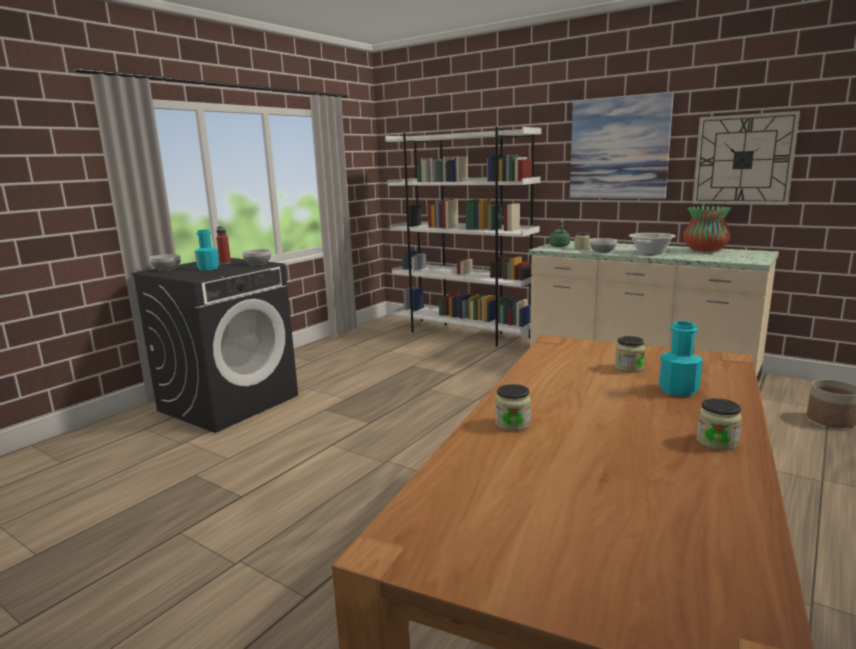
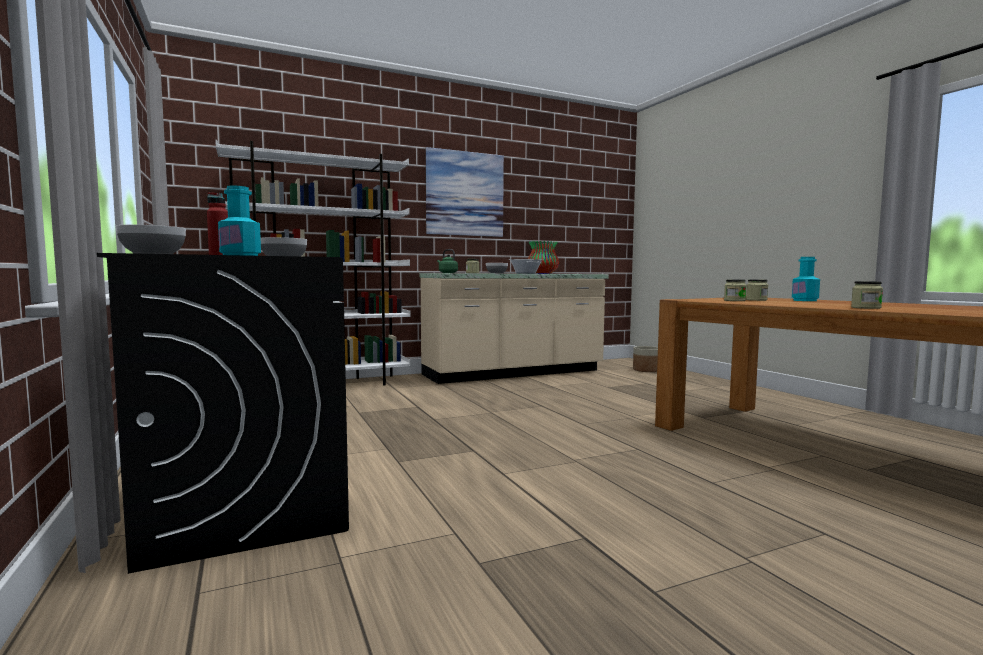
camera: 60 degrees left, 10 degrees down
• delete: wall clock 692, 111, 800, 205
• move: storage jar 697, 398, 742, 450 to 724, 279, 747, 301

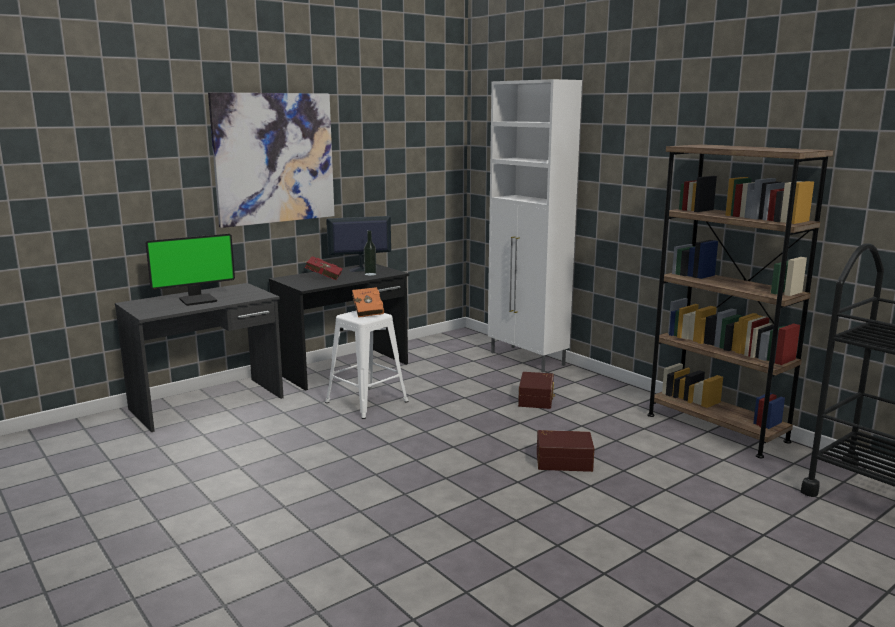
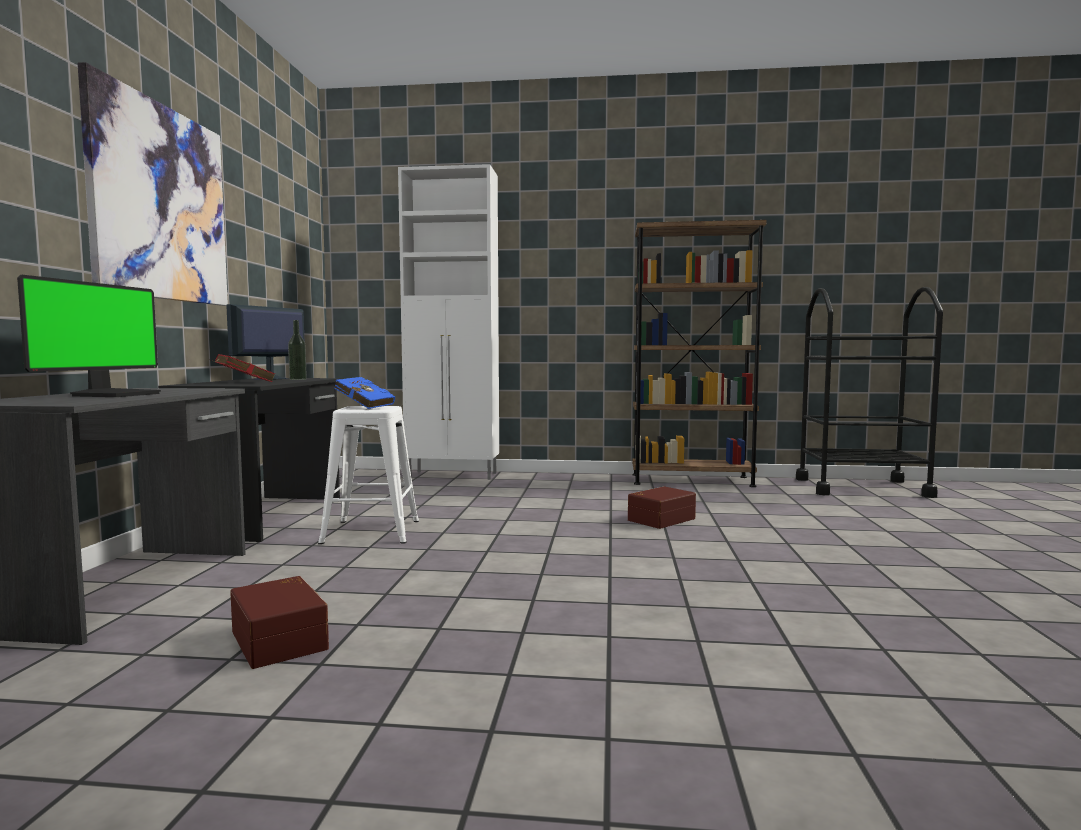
camera: 45 degrees left, 10 degrees down
• recolor: orange volume 352, 287, 384, 317 to blue-coloured volume 334, 377, 395, 409
• move: brownish storage bin 518, 372, 555, 409 to 230, 576, 329, 669

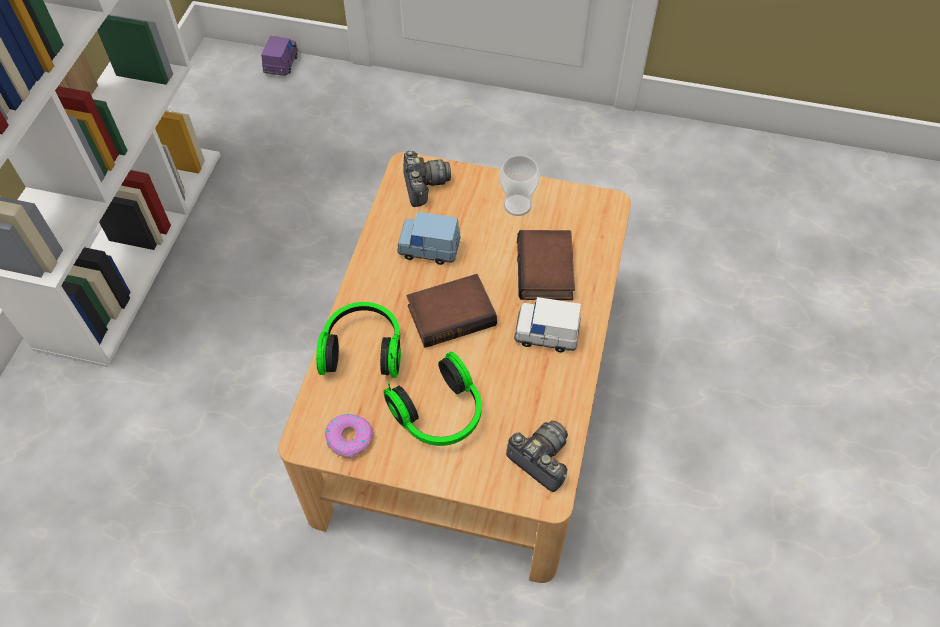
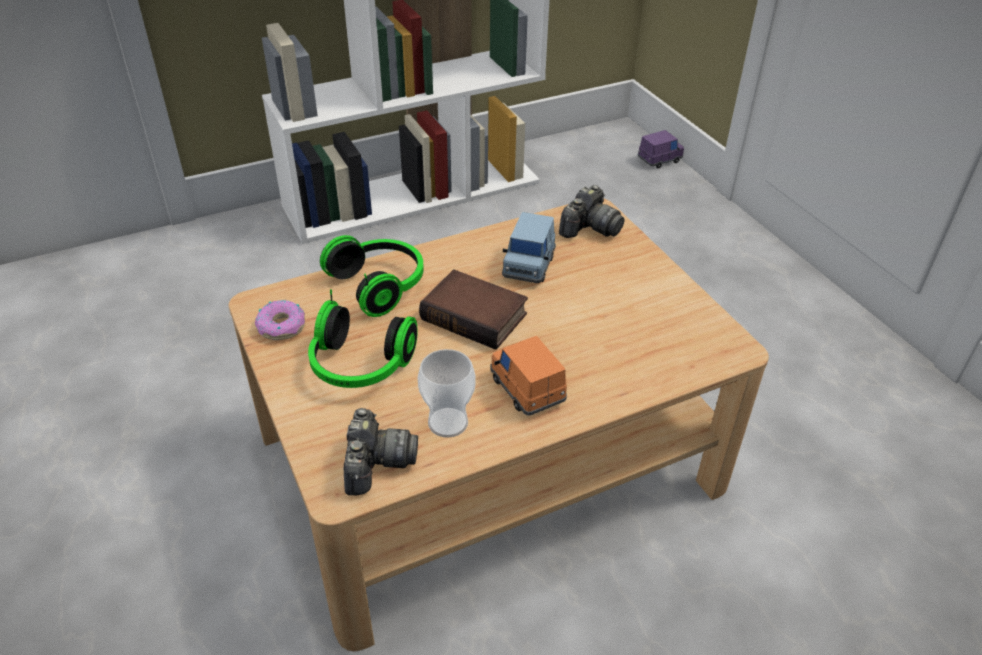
camera: 50 degrees right, 15 degrees down
• move: small cup 500, 155, 540, 216 to 418, 349, 476, 438
• rotate: blue-coloured toy car 397, 212, 460, 265 = 502, 212, 556, 283 135 degrees counterclockwise
• delete: volume 517, 230, 575, 300
• recolor: white toy car 514, 297, 581, 352 to orange toy car 490, 336, 567, 415

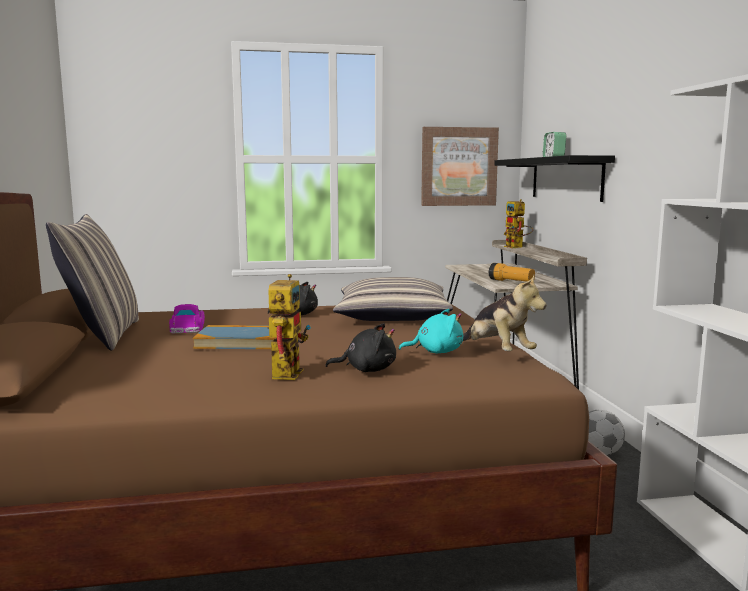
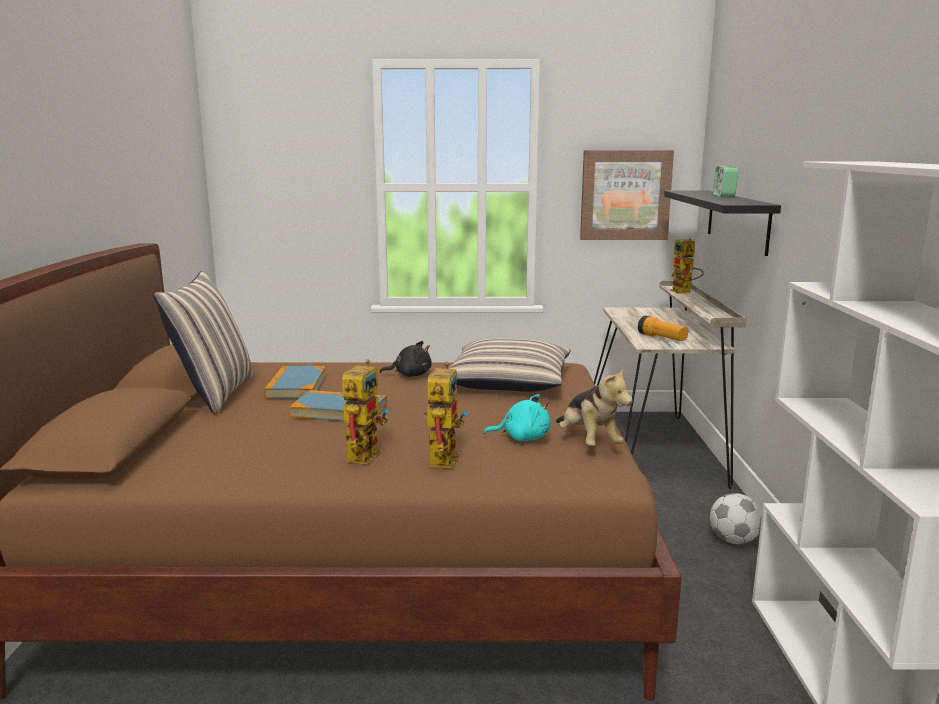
camera: 10 degrees right, 5 degrees up
• replace: toy car 169, 304, 205, 333 to volume 264, 366, 326, 399
• replace: black cuddly toy 325, 323, 396, 372 to toy robot 424, 362, 467, 469

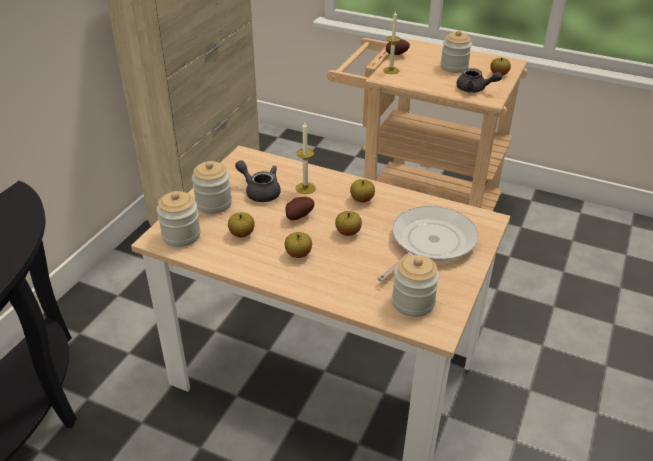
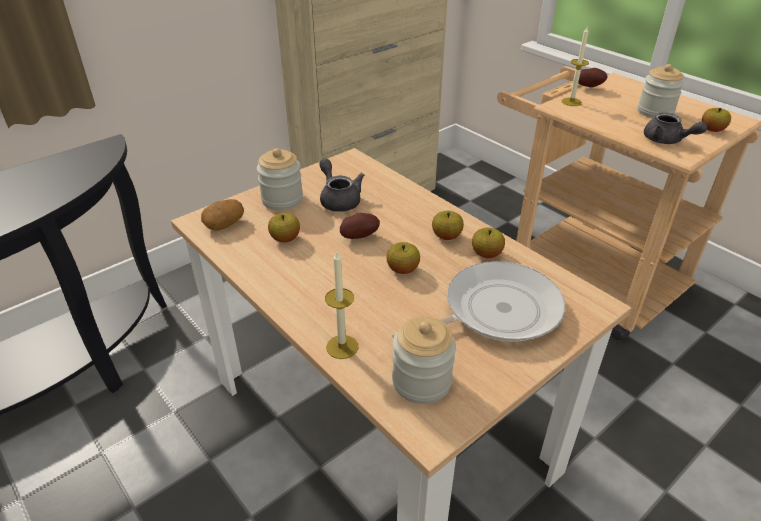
camera: 25 degrees right, 0 degrees up
• move: candle 296, 122, 316, 194 to 325, 252, 359, 359
• replace: storage jar 157, 191, 201, 247 to spud 201, 199, 244, 231
• move: apple fruit 285, 232, 312, 258 to 472, 228, 505, 258

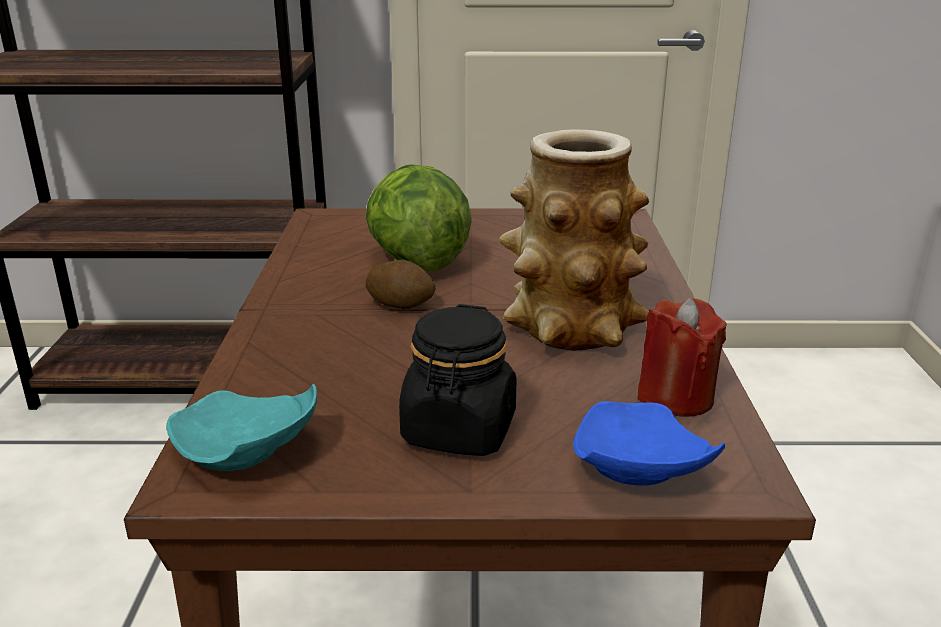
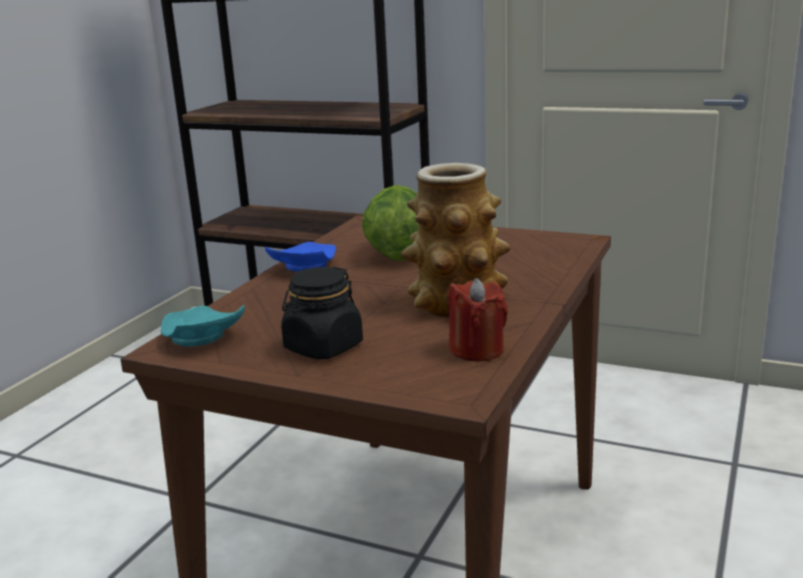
camera: 25 degrees right, 5 degrees down
• delete: spud 366, 260, 436, 309
• move: blue-coloured plate 573, 401, 725, 486 to 265, 242, 336, 272

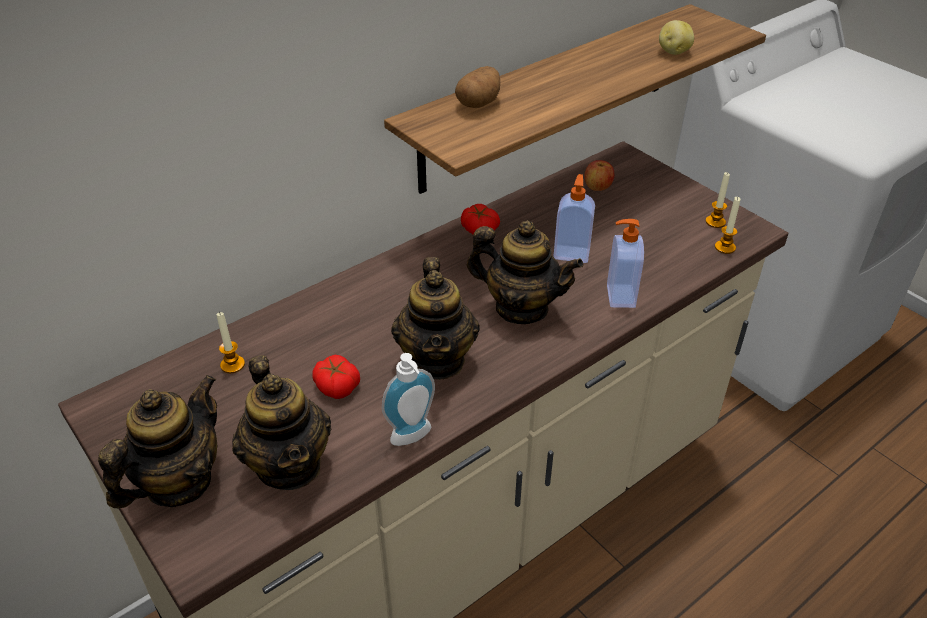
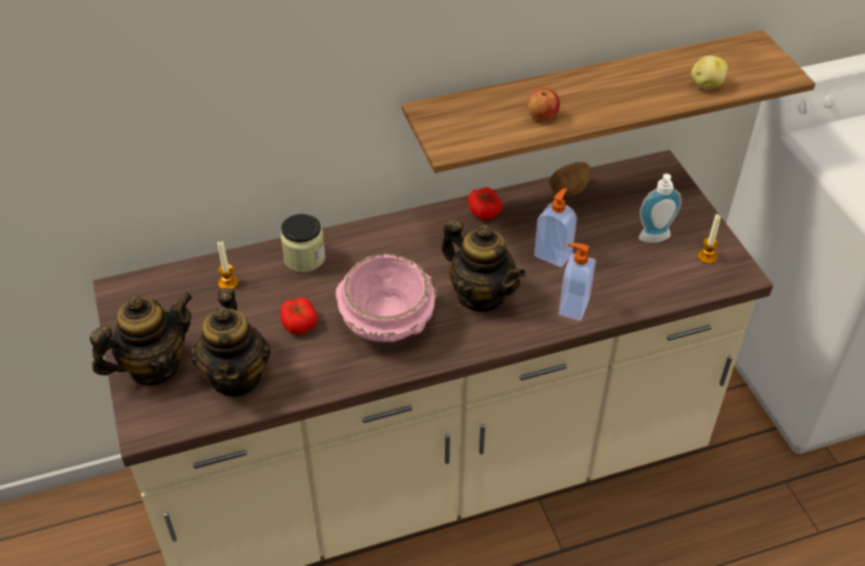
camera: 20 degrees right, 5 degrees up
• move: spud 455, 66, 500, 108 to 549, 162, 591, 197
• move: apple fruit 585, 160, 615, 191 to 527, 88, 560, 121
• delete: candle 715, 197, 740, 254
• replace: tea pot 391, 257, 480, 380 to pink-coloured bowl 336, 254, 437, 342
• move: soap bottle 382, 353, 435, 446 to 639, 174, 682, 243
• insert: storage jar 280, 214, 325, 272

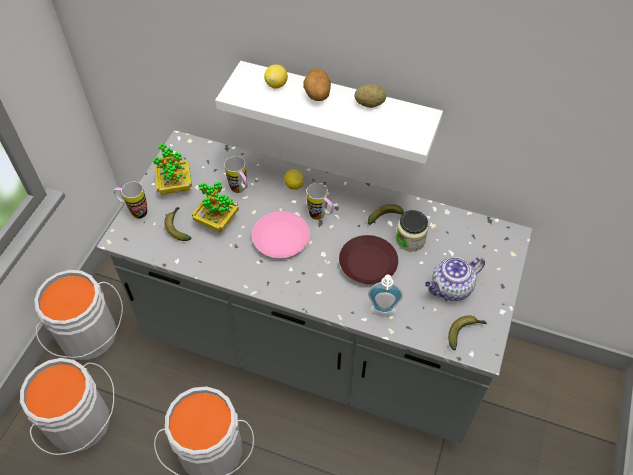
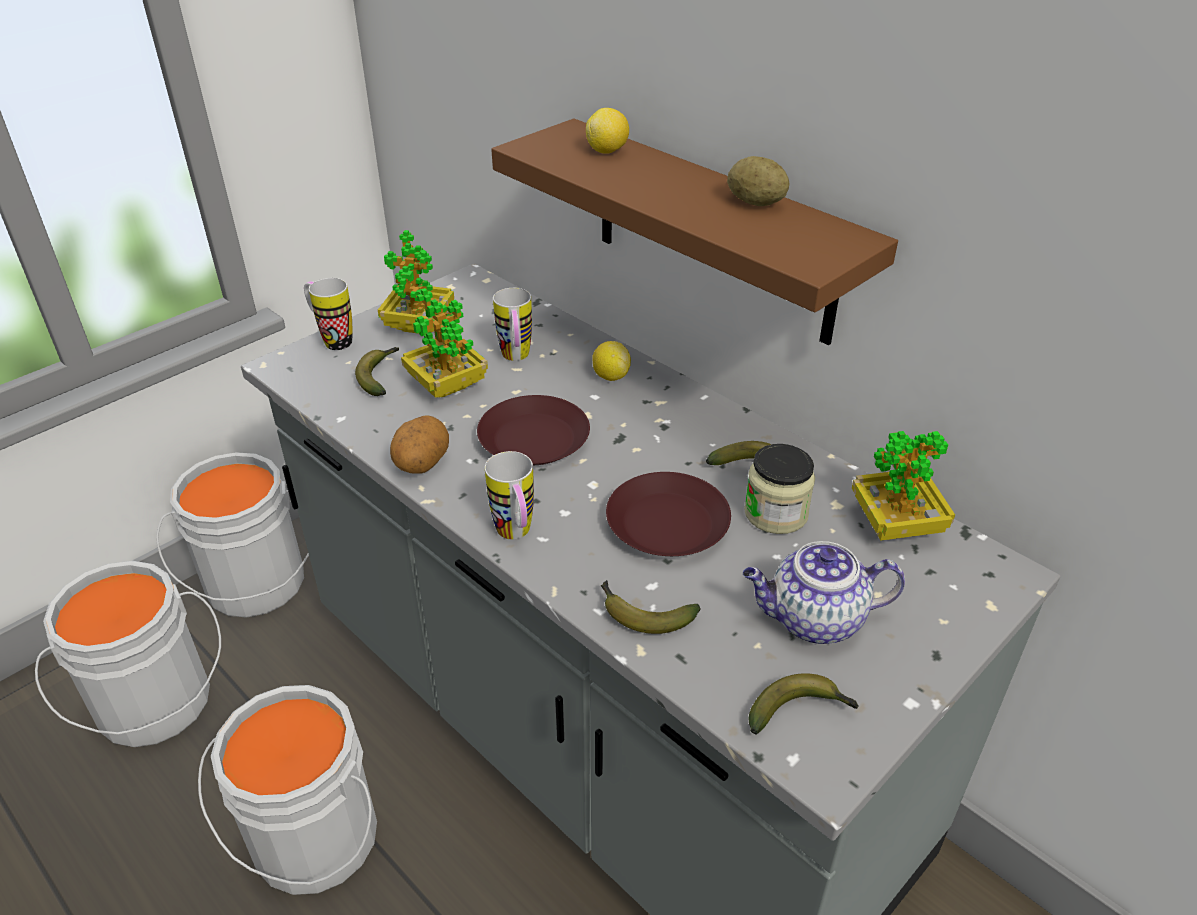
camera: 25 degrees right, 15 degrees down
• recolor: white shelf 215, 61, 443, 164 to brownish shelf 491, 119, 898, 345
• move: spud 303, 68, 331, 101 to 390, 415, 449, 474
• move: mug 307, 183, 333, 220 to 485, 451, 534, 540
• recolor: pink-coloured plate 252, 211, 310, 258 to brownish plate 477, 395, 590, 465
• replace: soap bottle 368, 275, 403, 317 to banana 601, 580, 701, 634
• insert: potted plant 852, 431, 955, 541

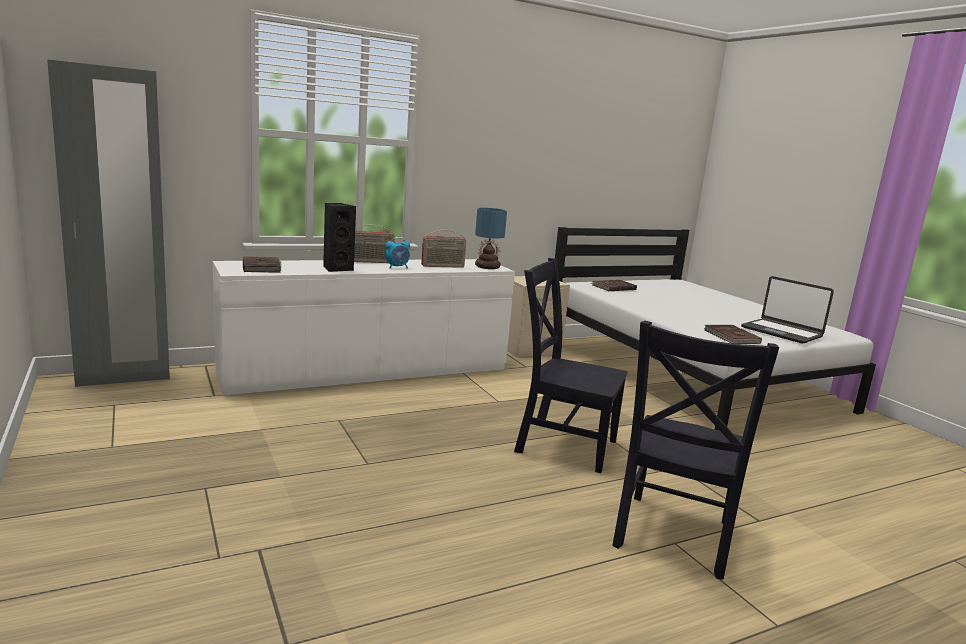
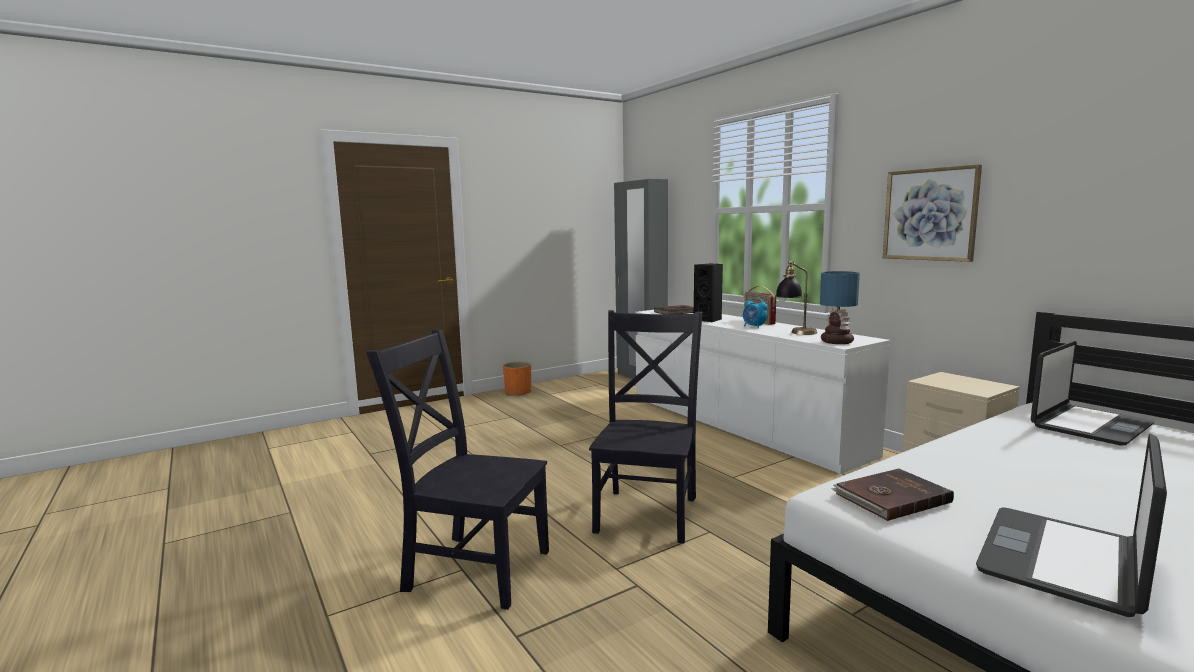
camera: 85 degrees right, 5 degrees down
• replace: radio 421, 230, 466, 268 to table lamp 776, 261, 817, 335
• replace: brownish volume 591, 280, 637, 291 to portable computer 1031, 341, 1154, 446
• insert: wall art 883, 164, 982, 262
• insert: orange planter 503, 362, 531, 396

